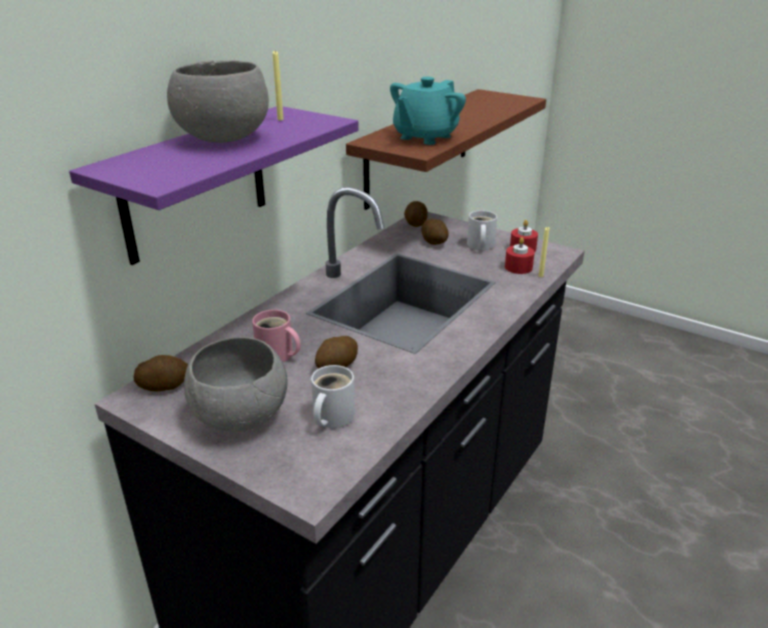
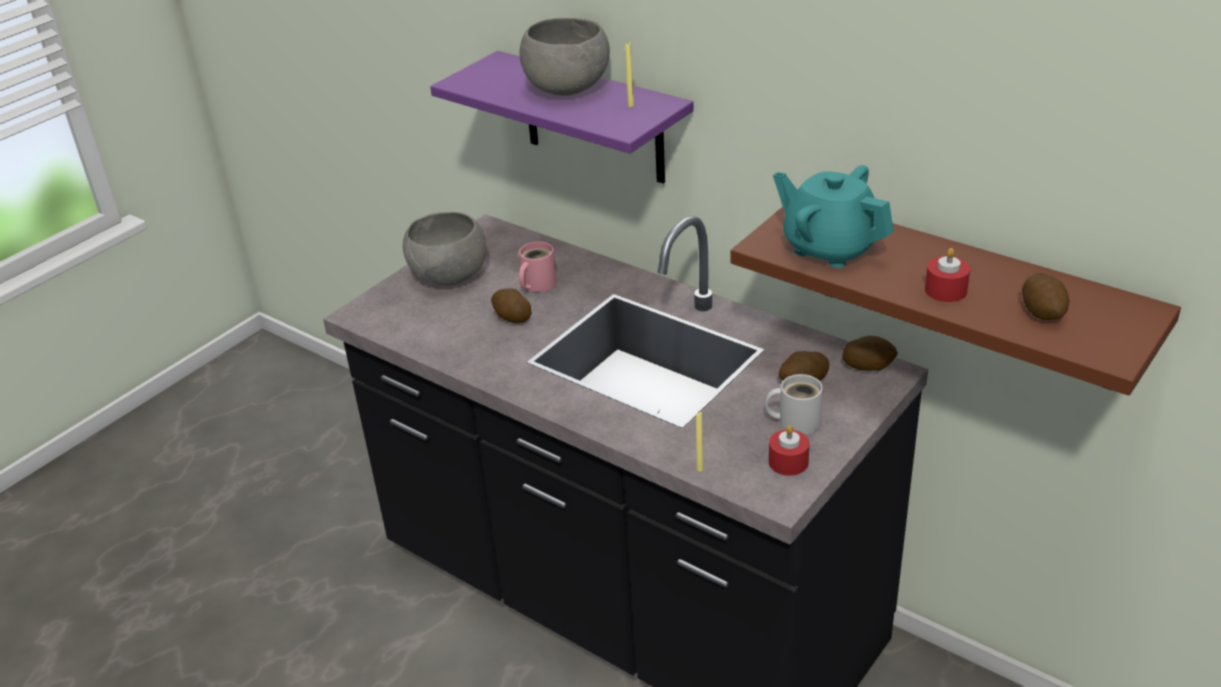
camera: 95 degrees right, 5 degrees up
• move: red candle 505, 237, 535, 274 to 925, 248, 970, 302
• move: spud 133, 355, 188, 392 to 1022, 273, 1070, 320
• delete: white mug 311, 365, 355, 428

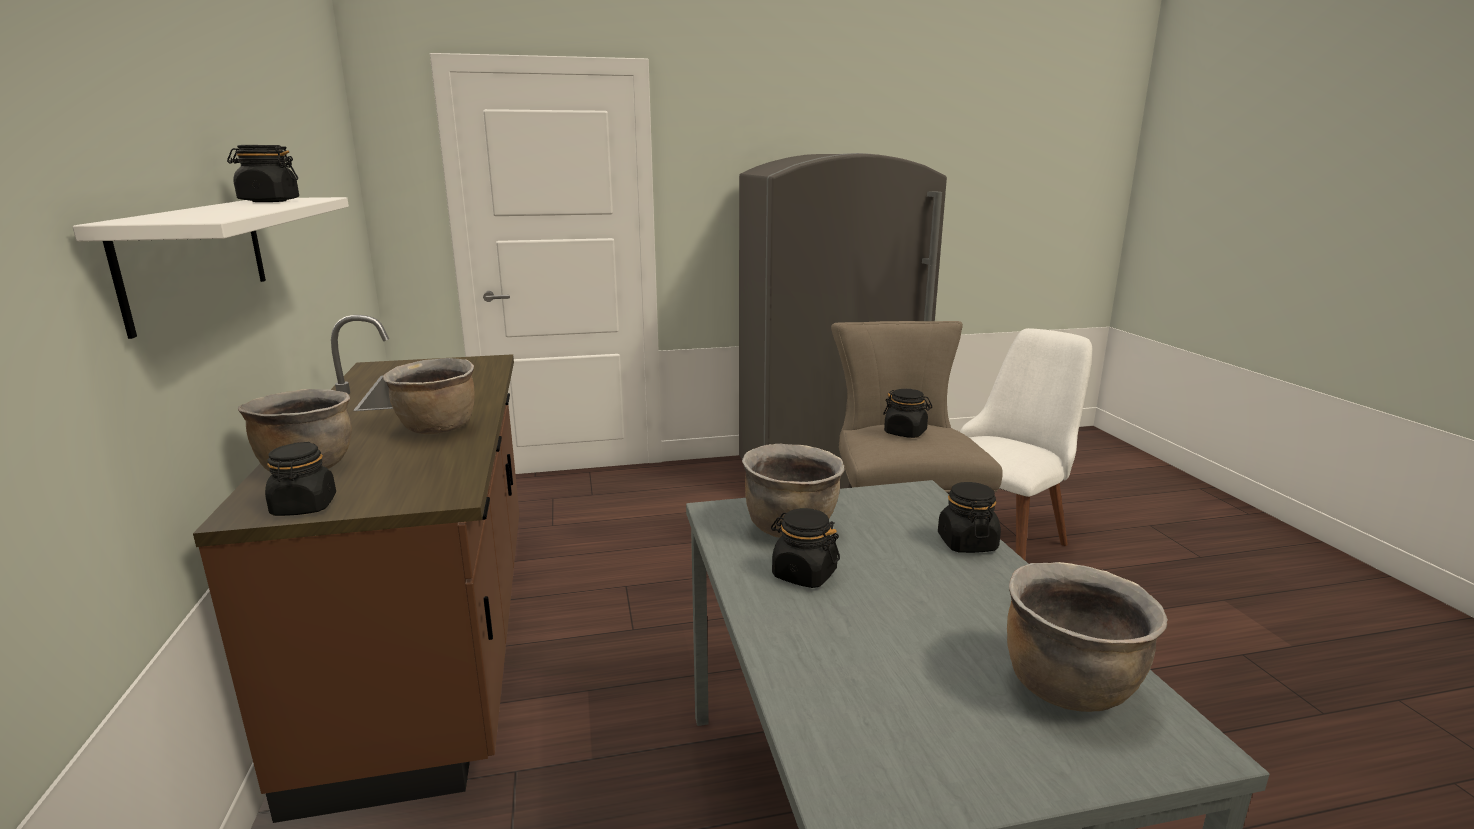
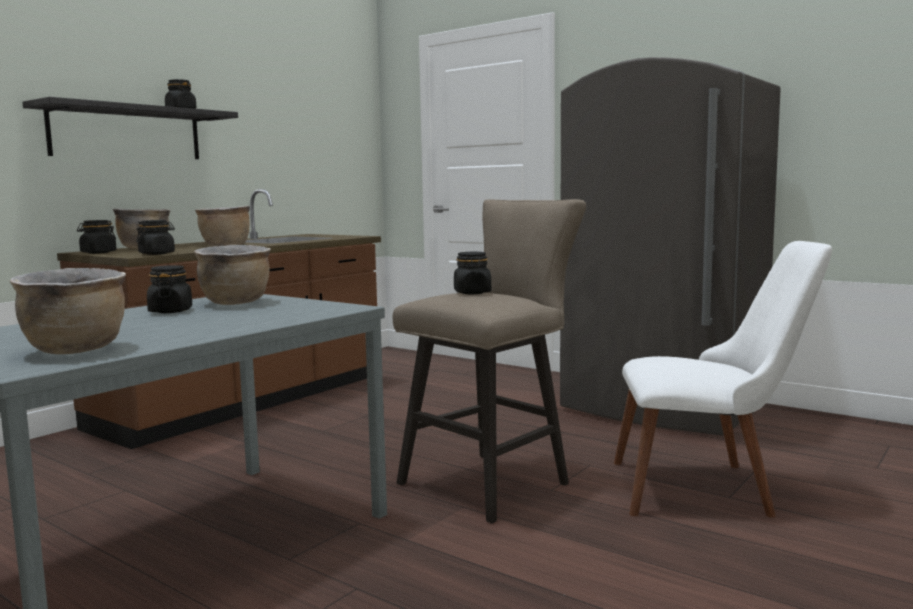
camera: 50 degrees right, 10 degrees down
• recolor: white shelf 72, 197, 349, 339 to black shelf 22, 97, 238, 159
• move: black storage jar 938, 482, 1001, 553 to 136, 220, 175, 255

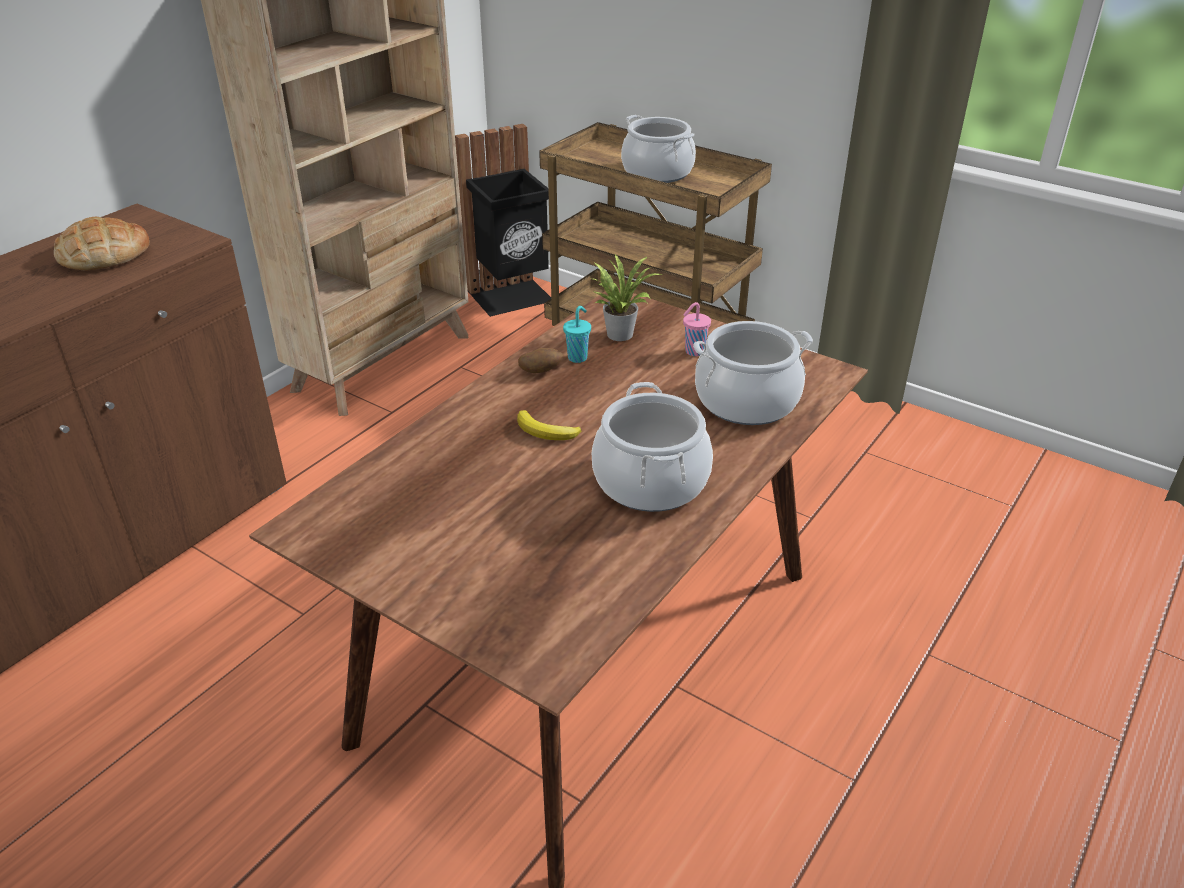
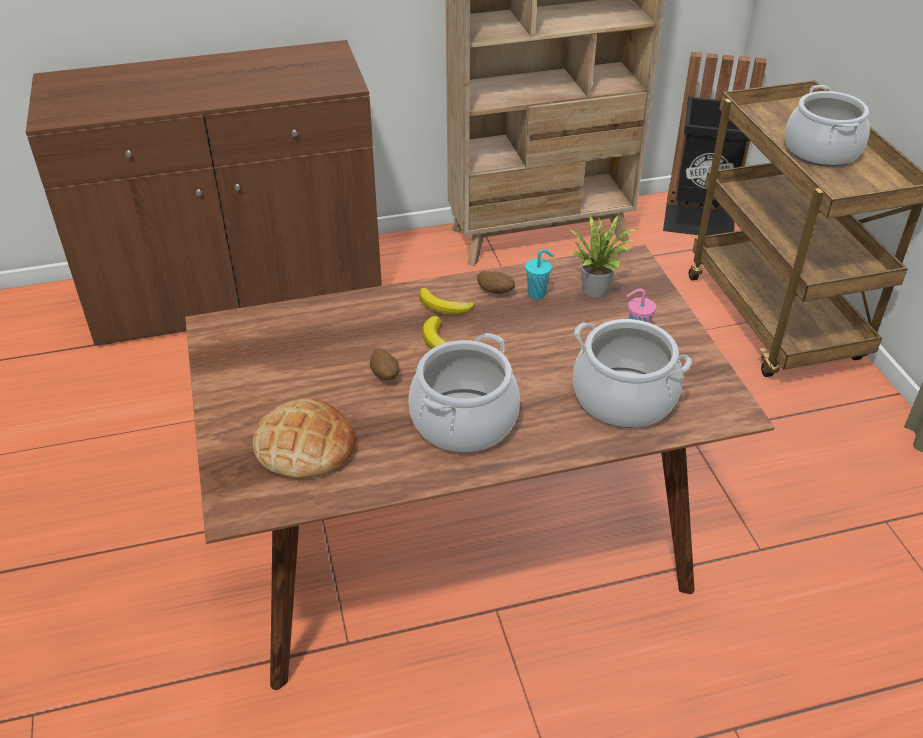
camera: 40 degrees right, 5 degrees up
• move: bread 54, 217, 149, 270 to 252, 398, 356, 478
• insert: banana 419, 288, 475, 315
• insert: spud 370, 348, 400, 380

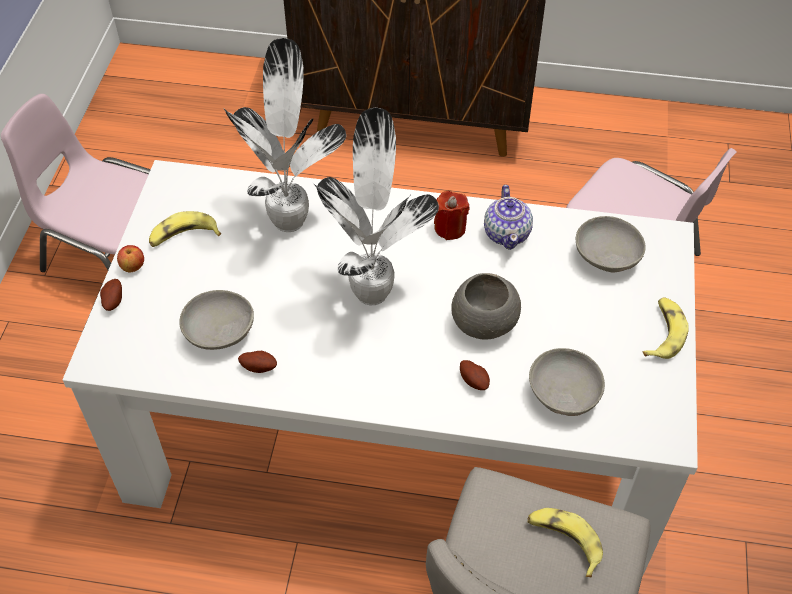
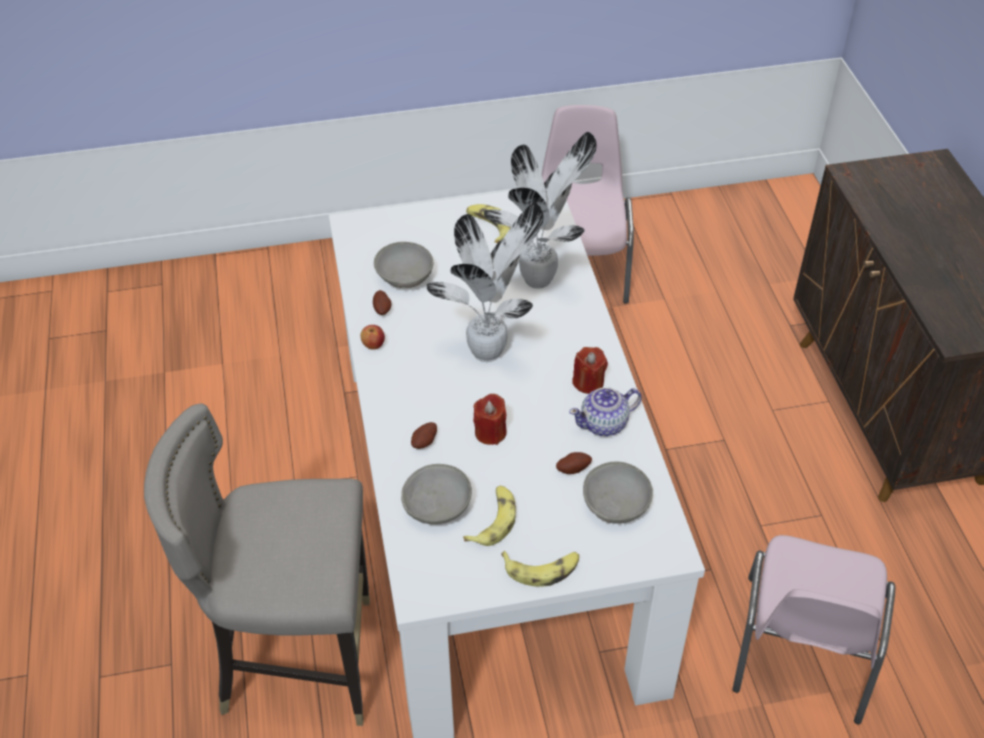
camera: 70 degrees right, 5 degrees down
• move: apple fruit 117, 245, 144, 272 to 361, 325, 385, 350
• replace: grey bowl 451, 273, 521, 340 to red candle 473, 394, 507, 445
• move: spud 100, 279, 122, 311 to 556, 452, 592, 474
• move: banana 527, 508, 603, 577 to 463, 486, 516, 546

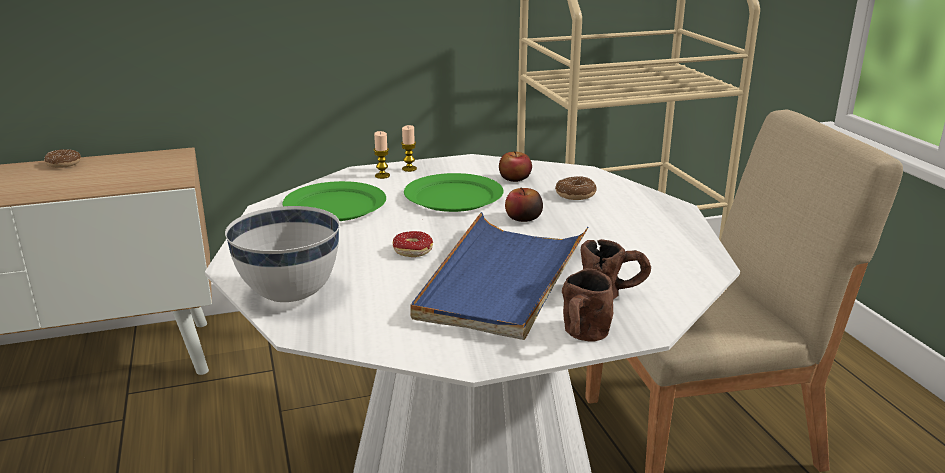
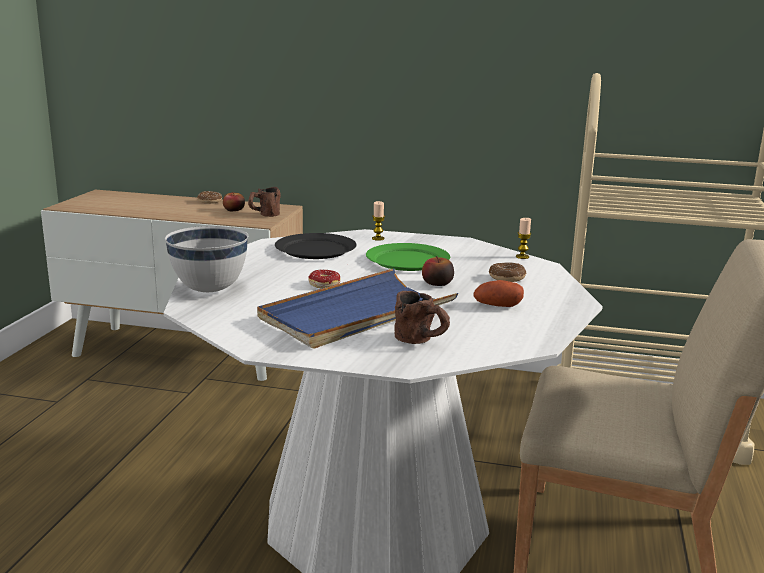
camera: 30 degrees right, 5 degrees down
• move: candle 401, 125, 417, 172 to 516, 218, 531, 259
• move: apple fruit 499, 152, 532, 182 to 223, 192, 245, 211
• recolor: greenish plate 283, 181, 386, 221 to black plate 275, 233, 357, 259
• move: brownish mug 562, 268, 613, 342 to 248, 187, 281, 217
• insert: spud 473, 280, 524, 307

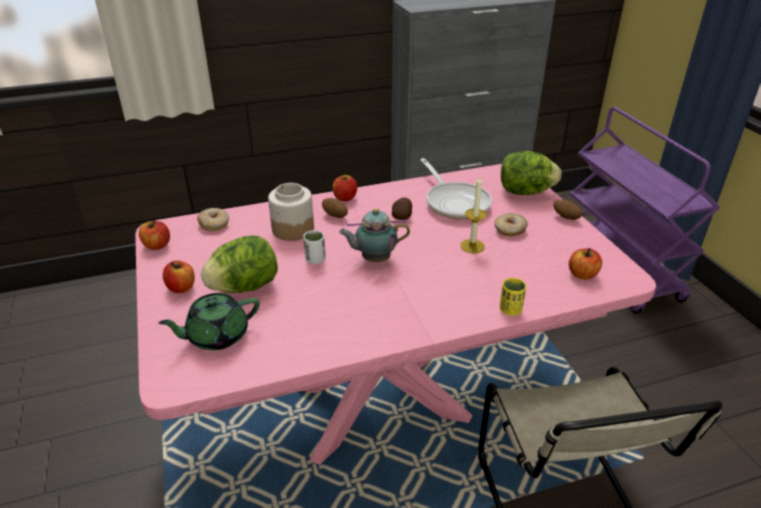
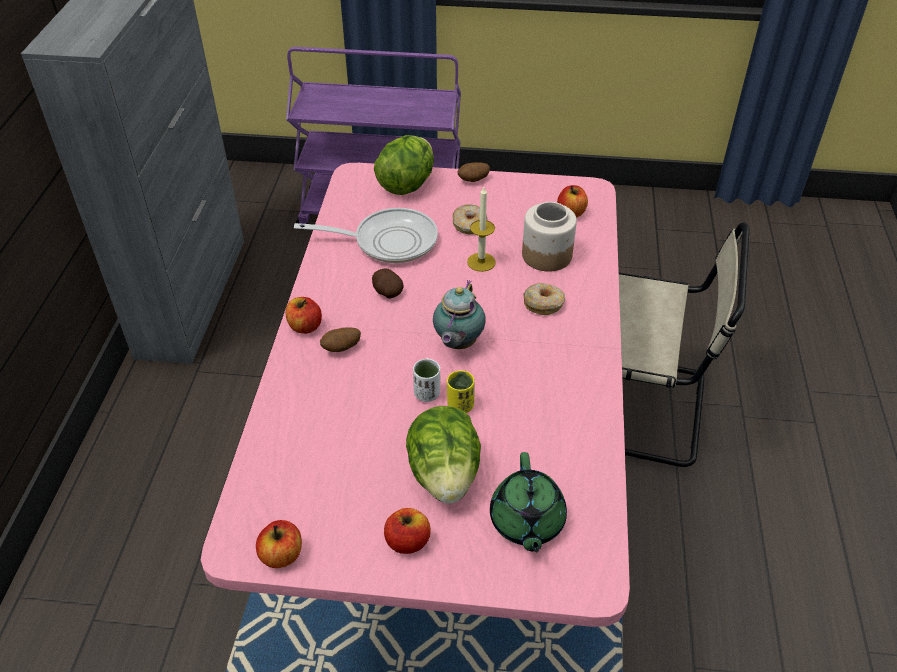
camera: 65 degrees left, 10 degrees up
• move: storage jar 268, 183, 314, 241 to 522, 202, 577, 272
• move: donut 197, 208, 229, 231 to 523, 283, 565, 315
• move: yellow small cup 500, 278, 526, 316 to 447, 370, 475, 413

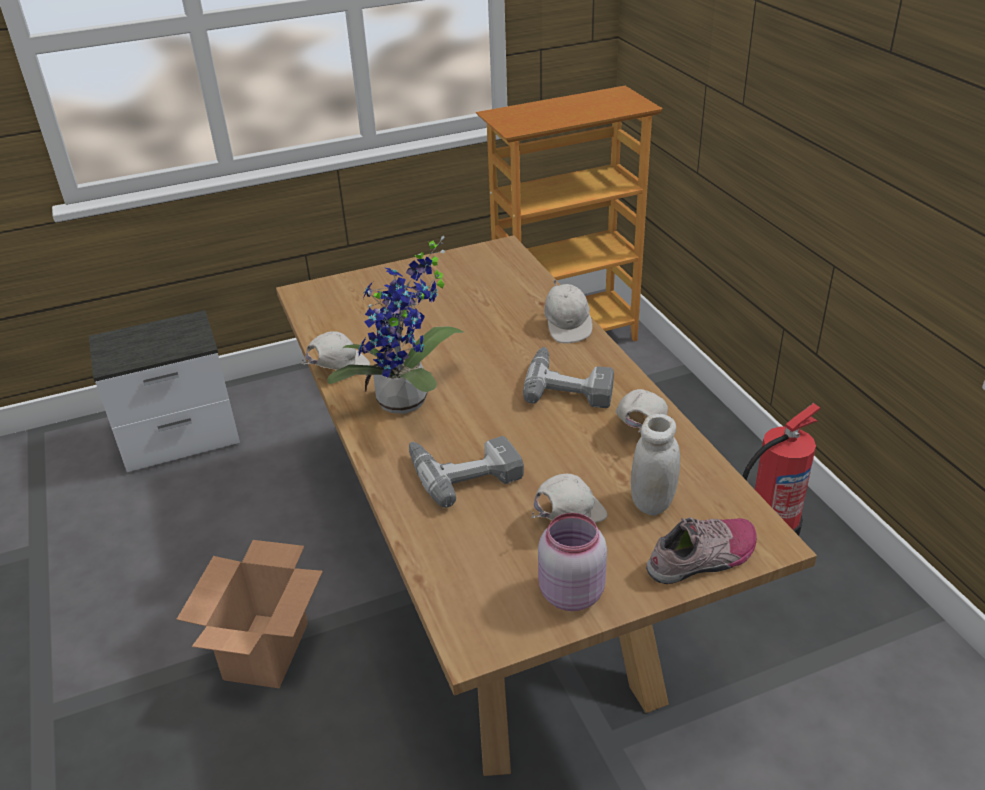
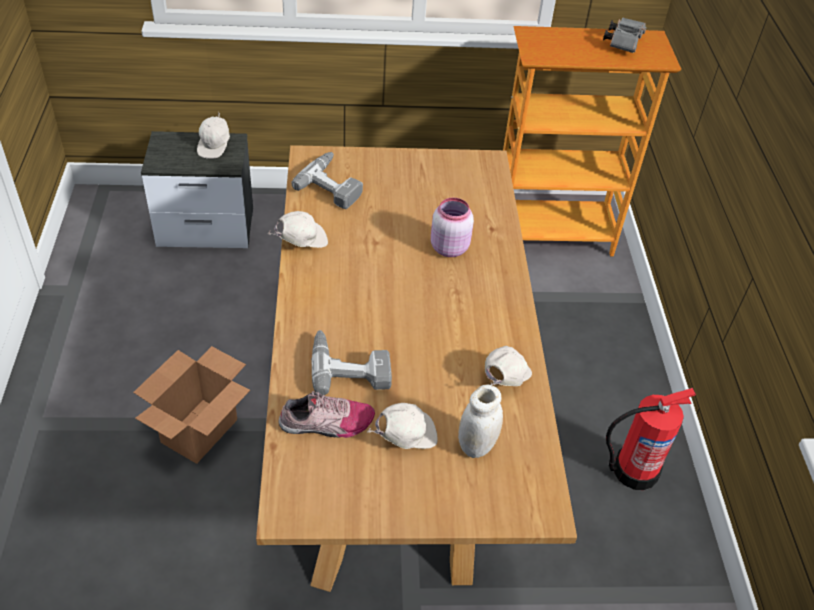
camera: 15 degrees right, 10 degrees up
• delete: potted plant 327, 236, 464, 414
• move: white baseball cap 544, 280, 593, 344 to 197, 111, 230, 159
• move: power drill 523, 347, 614, 408 to 291, 152, 363, 209
• move: pink-coloured storage jar 538, 513, 607, 611 to 431, 198, 474, 257
• move: item of footwear 646, 517, 757, 584 to 279, 391, 375, 438
• insert: grey field glasses 603, 18, 646, 53

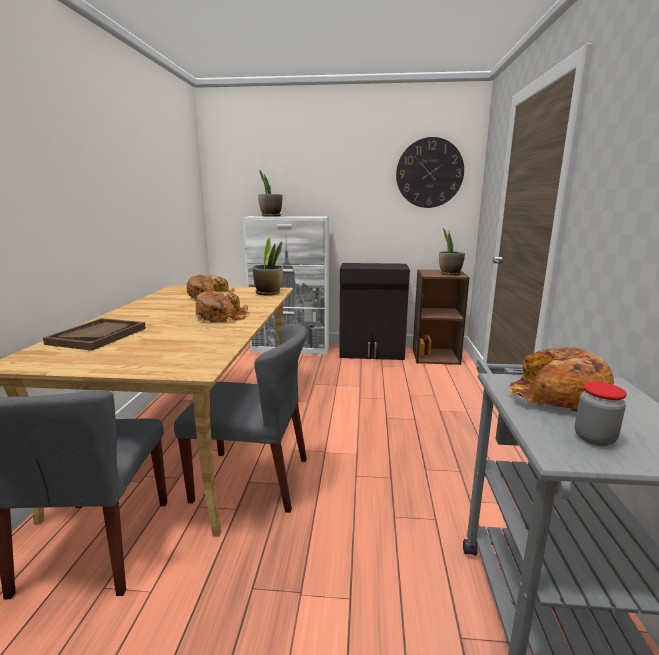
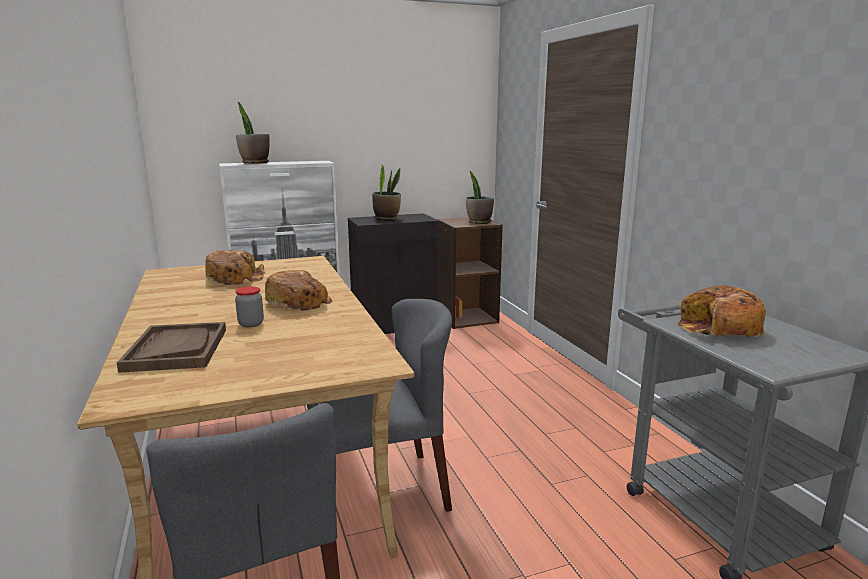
camera: 25 degrees left, 0 degrees up
• delete: wall clock 396, 137, 464, 208
• move: potted plant 253, 236, 283, 296 to 372, 164, 401, 221
• move: storage jar 575, 382, 627, 446 to 235, 286, 264, 327

